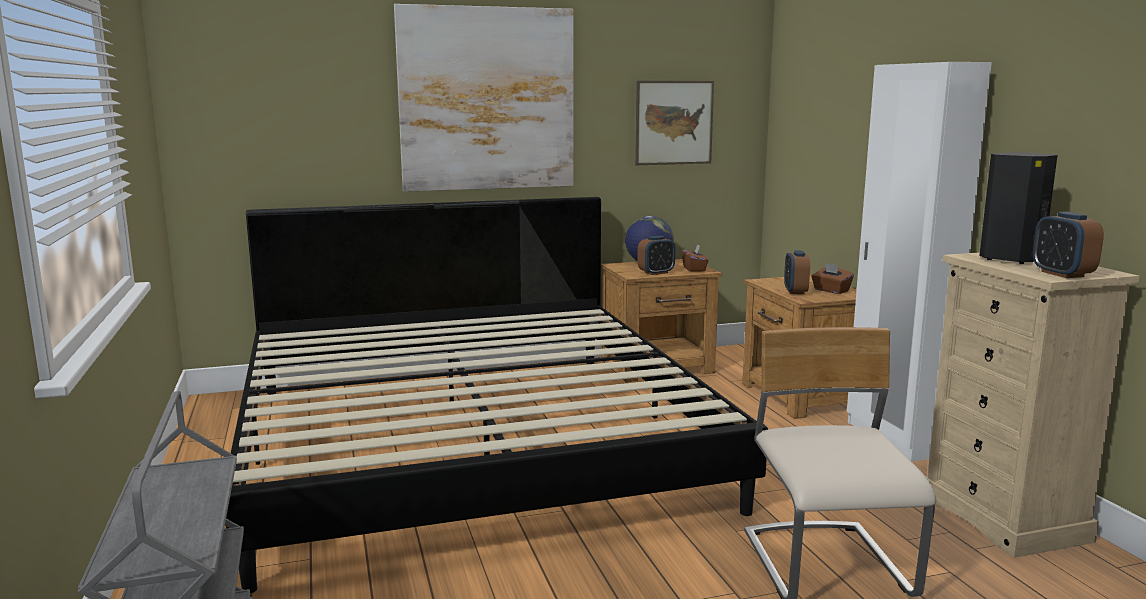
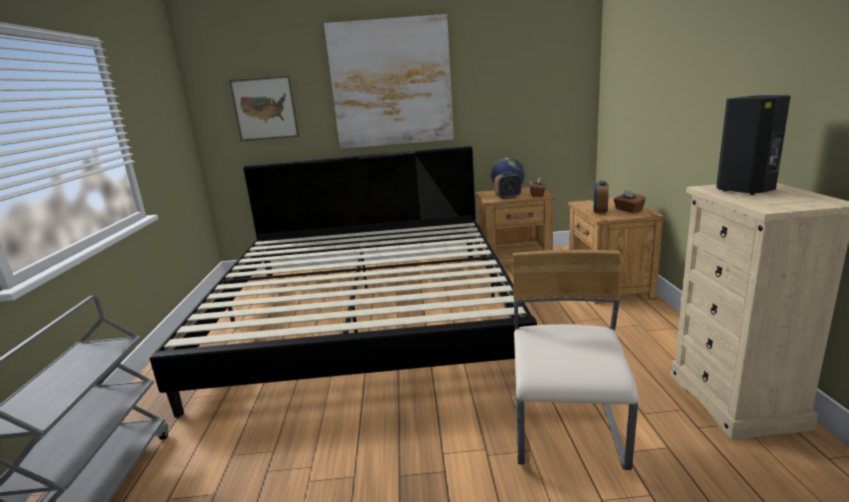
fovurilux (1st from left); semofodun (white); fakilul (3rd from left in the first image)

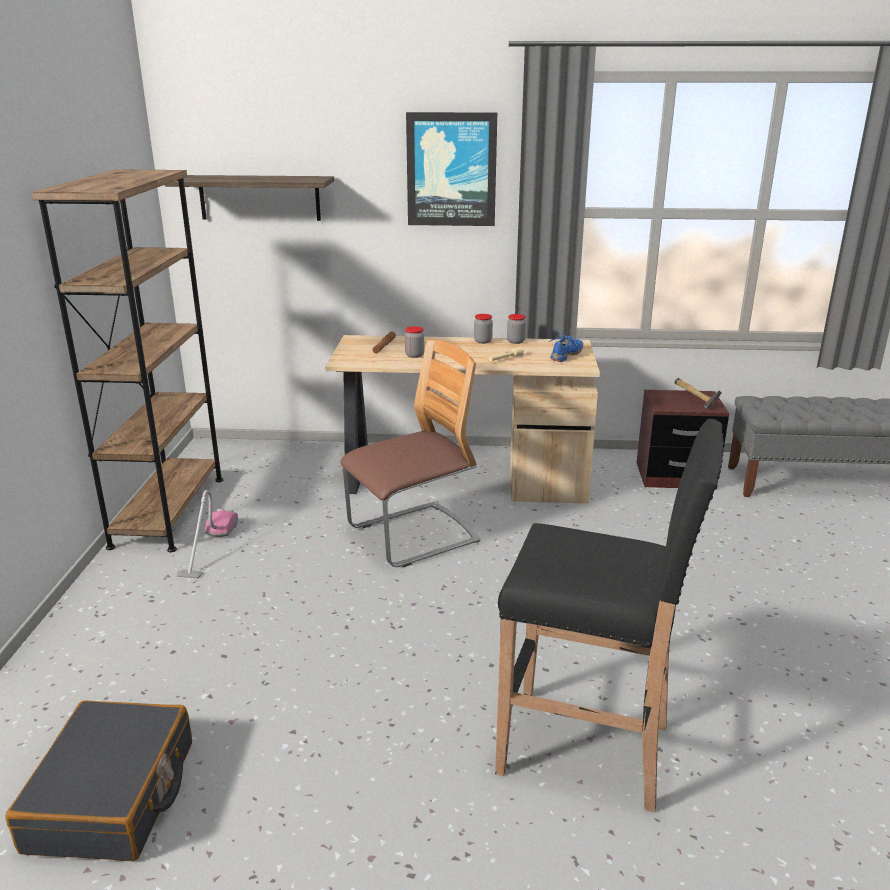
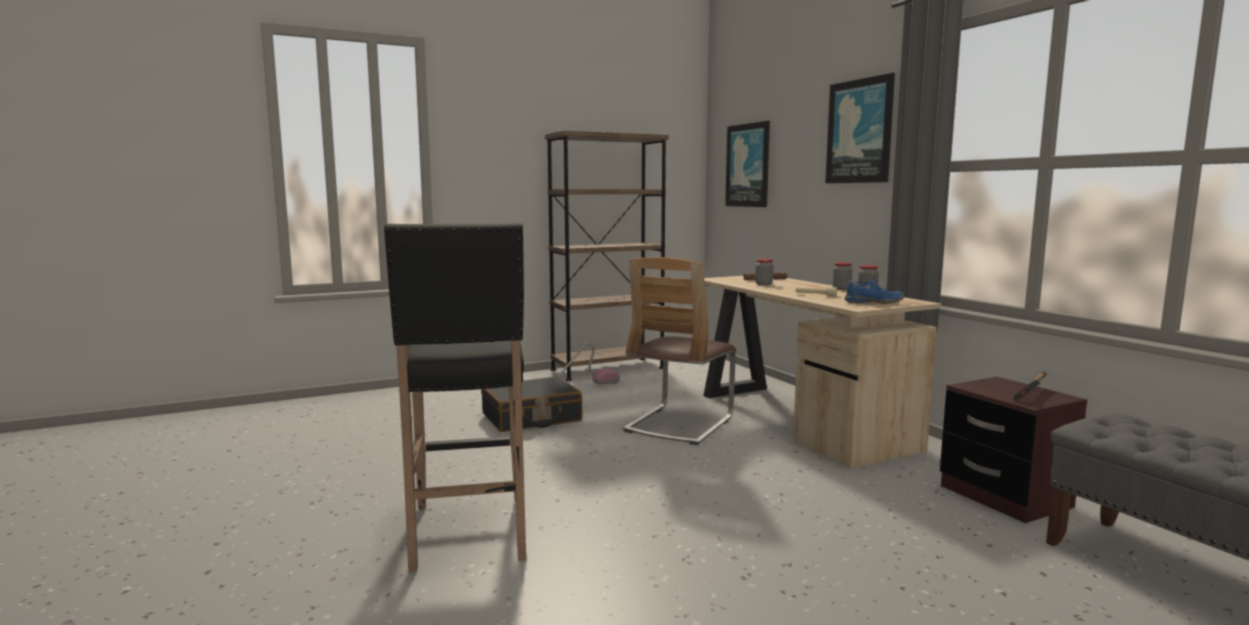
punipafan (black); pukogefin; fovurilux (1st from left)

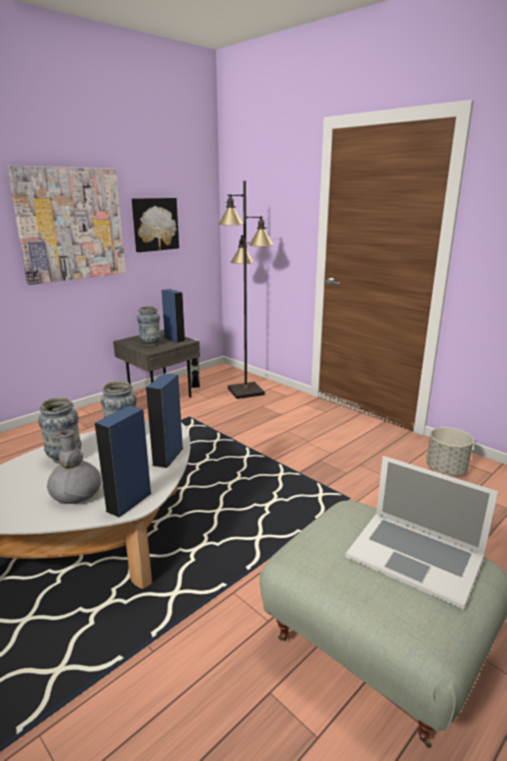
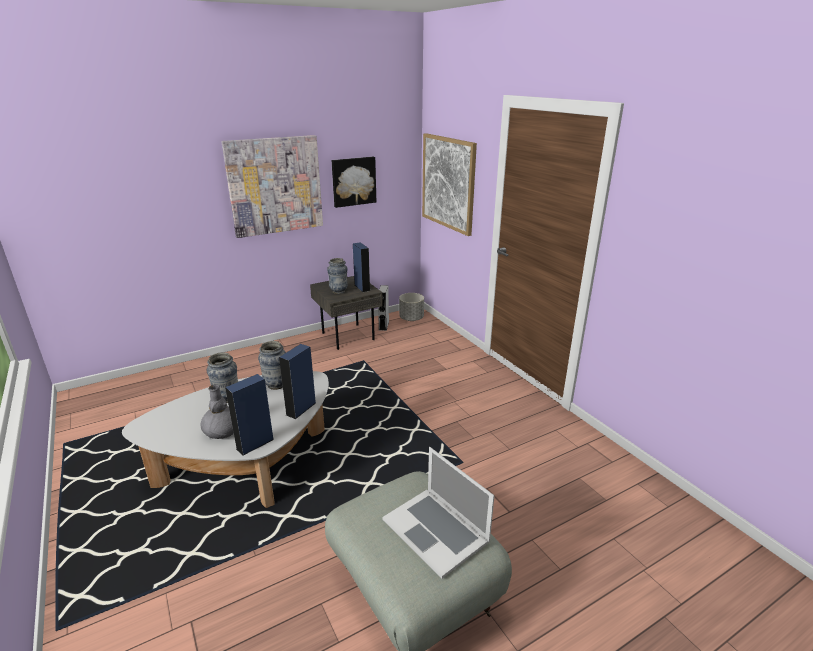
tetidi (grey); fovurilux (3rd from left); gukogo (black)

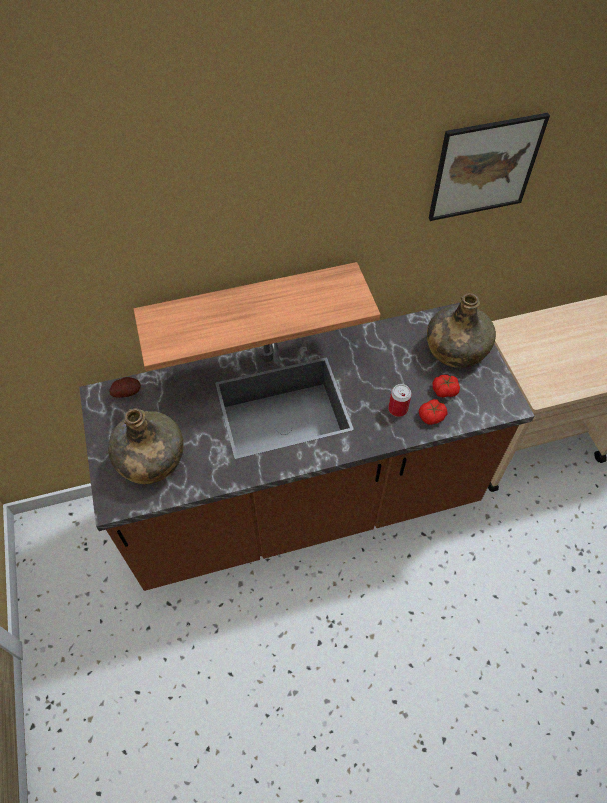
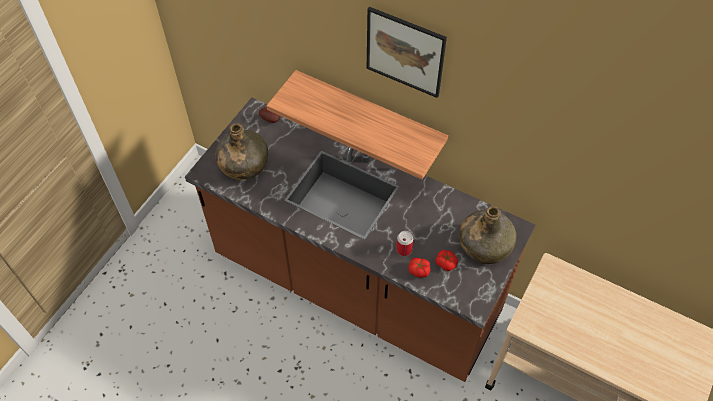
fovurilux

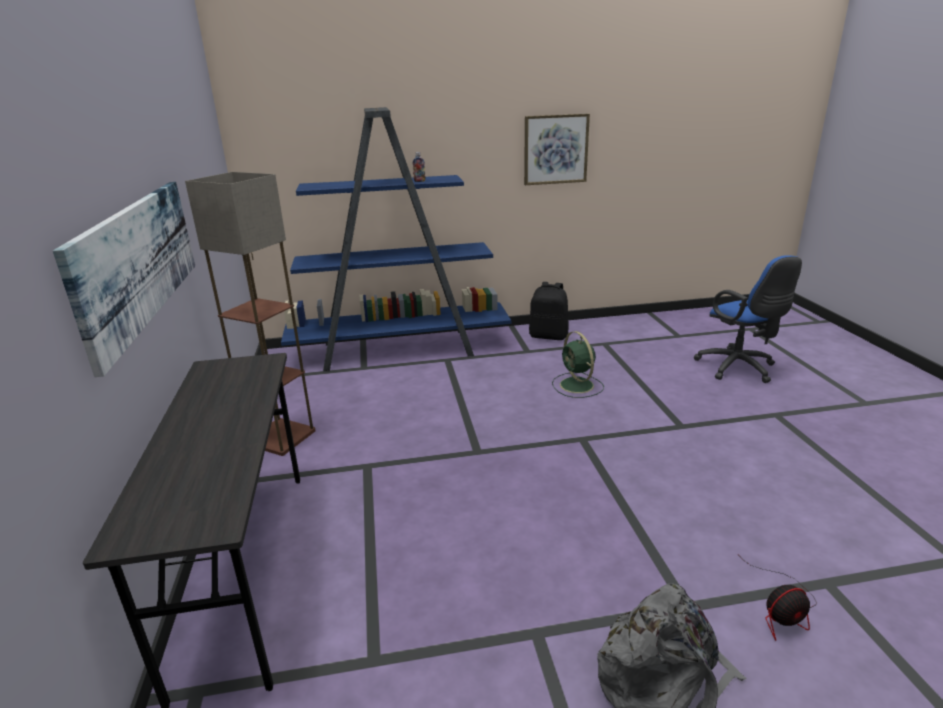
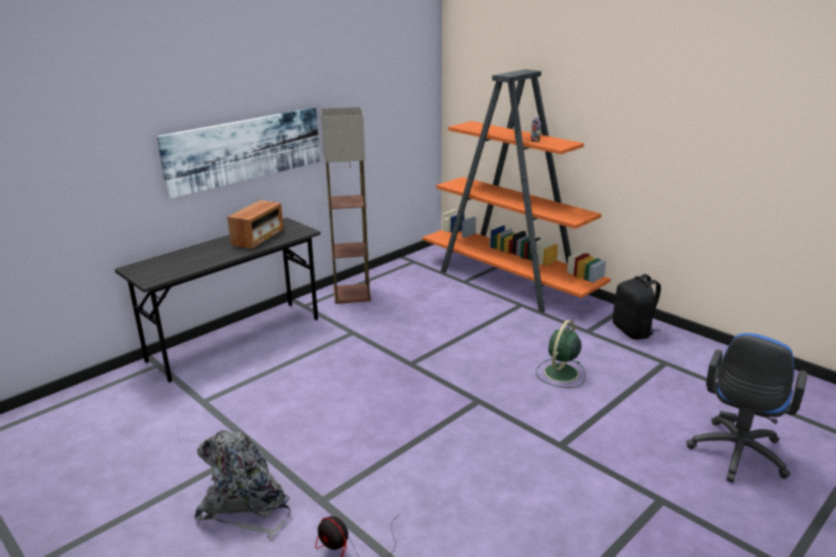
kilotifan; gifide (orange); fovurilux (2nd from left in the first image)

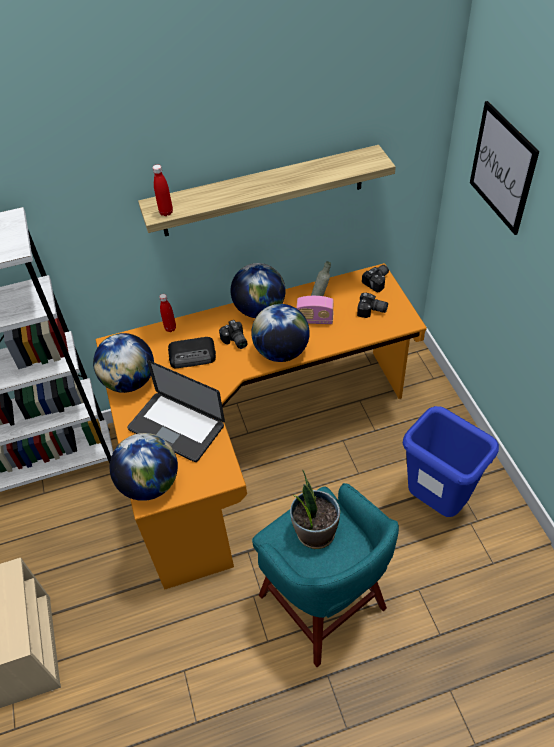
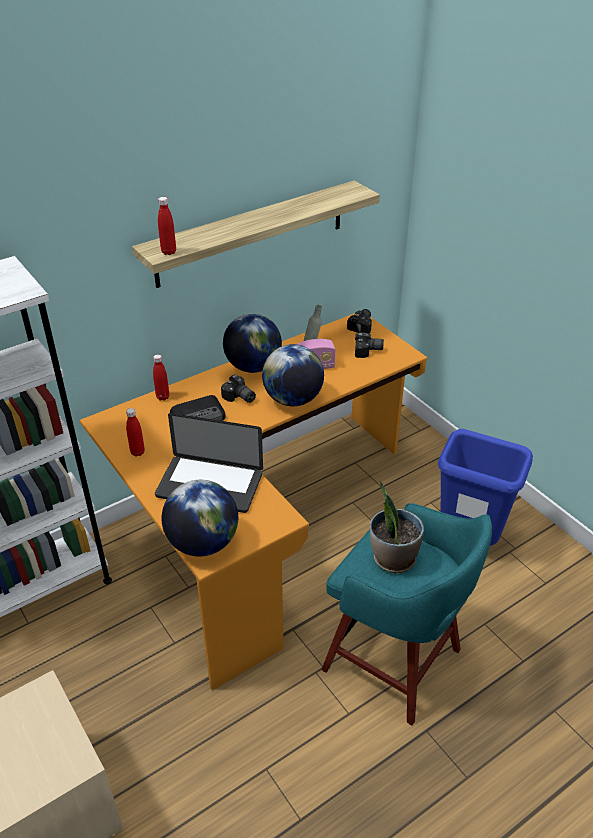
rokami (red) (1st from left); fovurilux

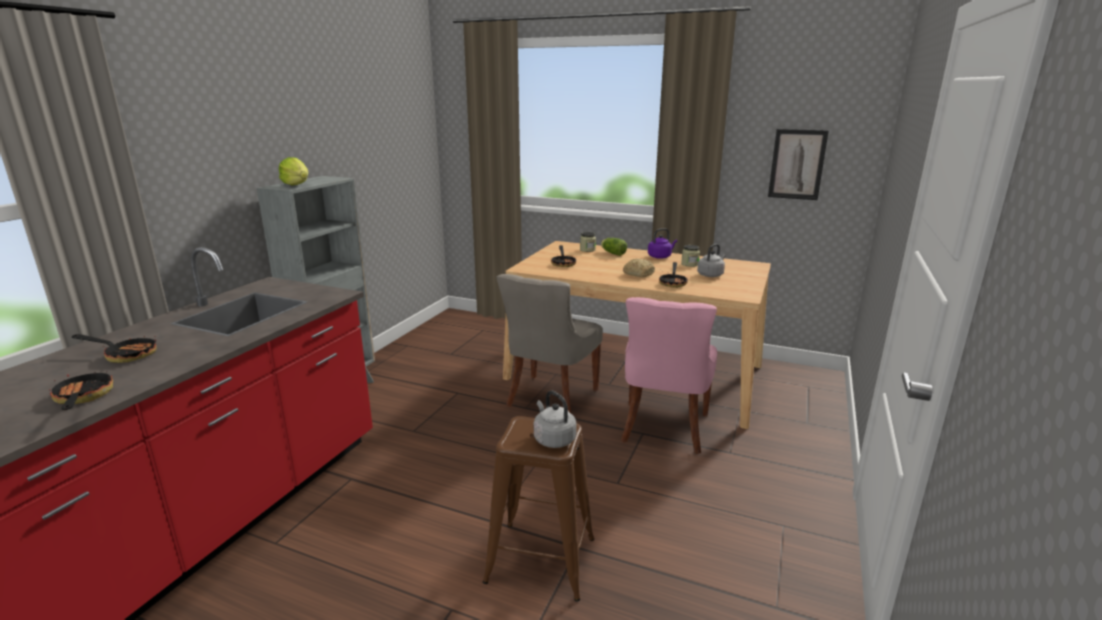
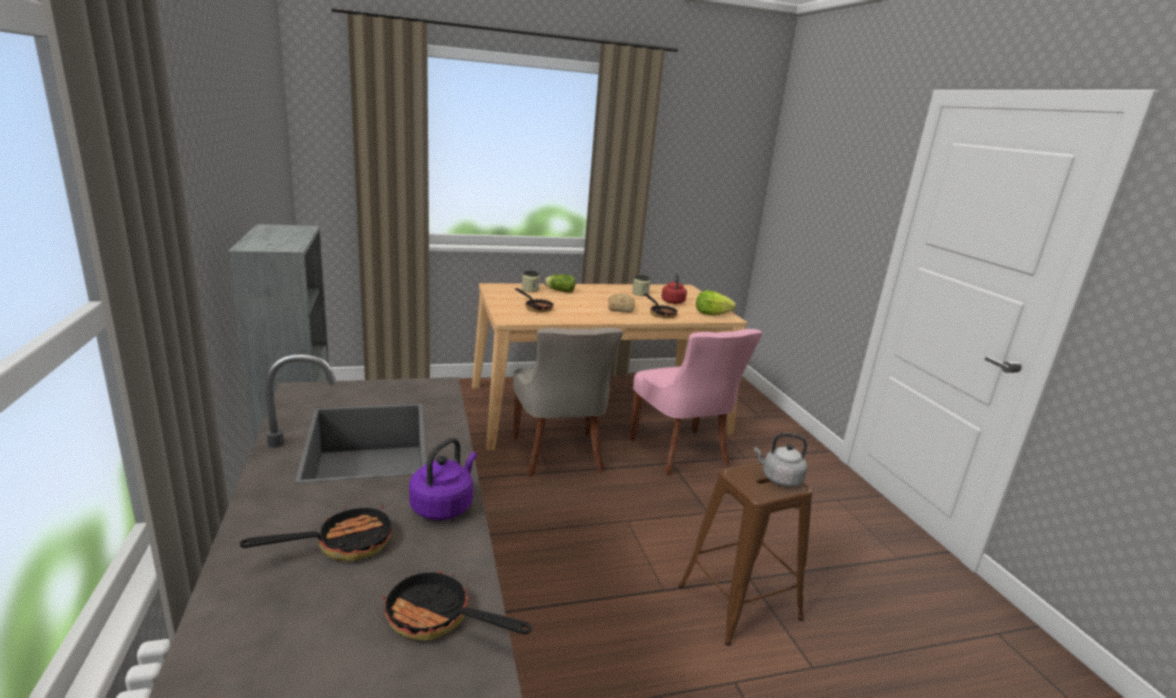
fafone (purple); fafone (red); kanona (2nd from left); fovurilux

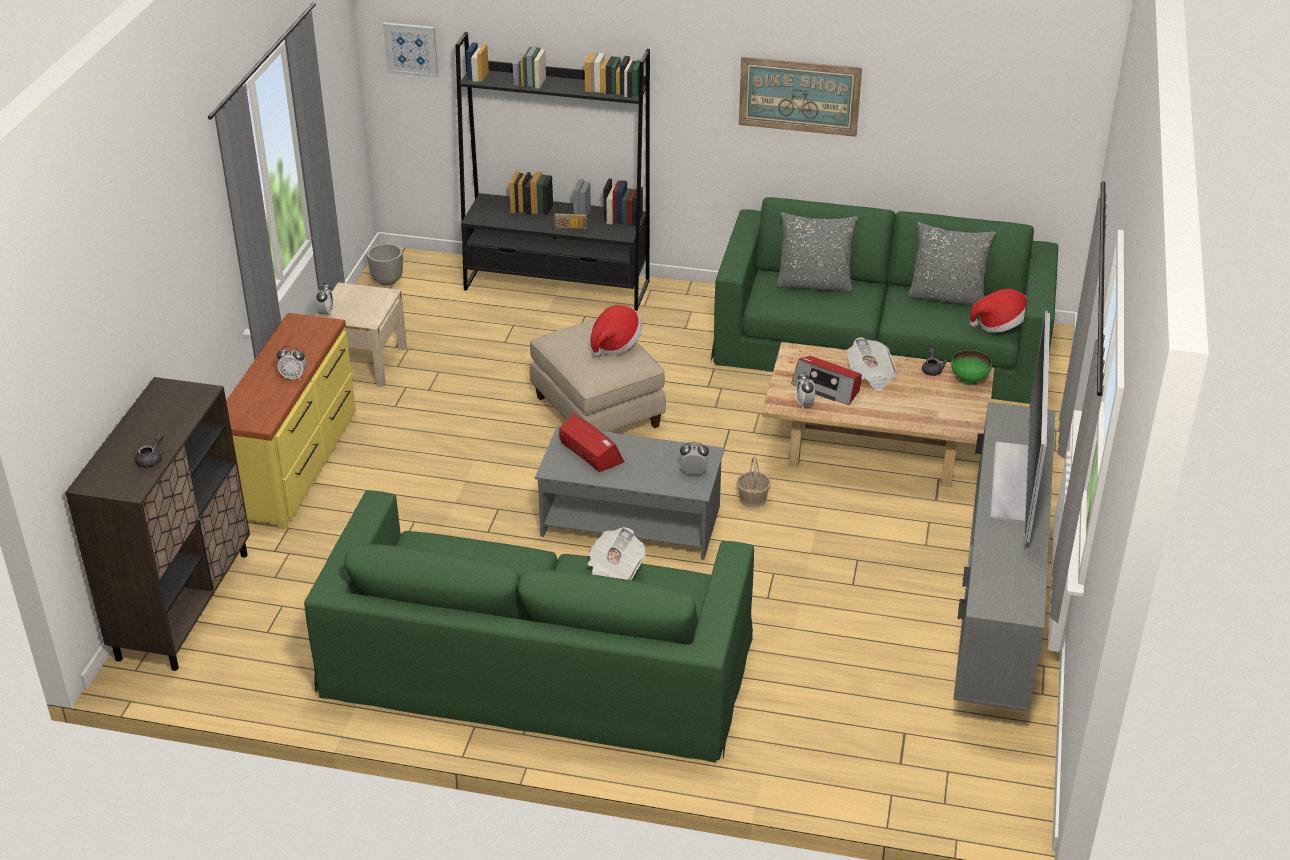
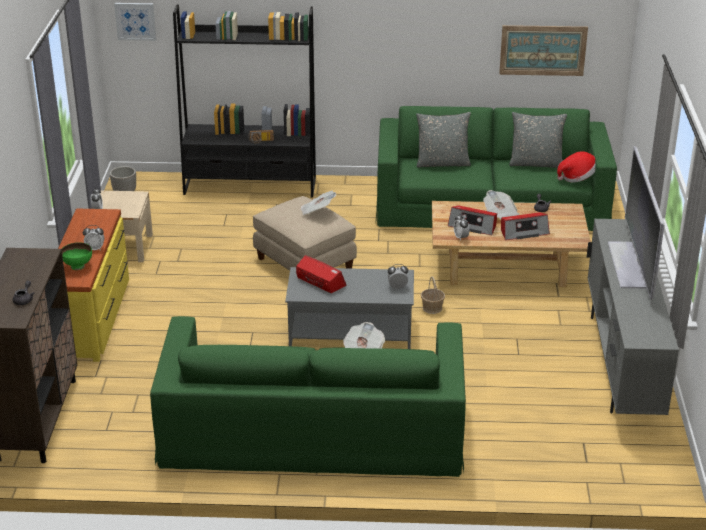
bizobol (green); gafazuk (1st from left); fovurilux (2nd from left); kilotifan (4th from left)

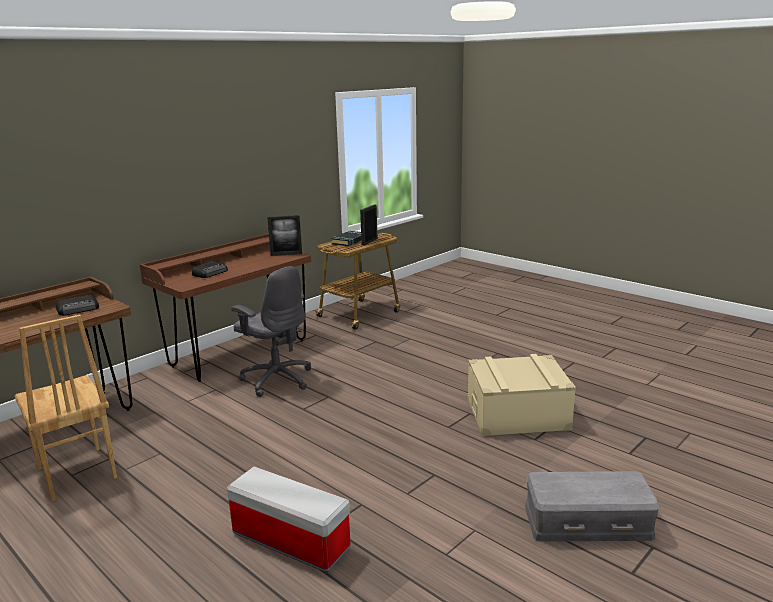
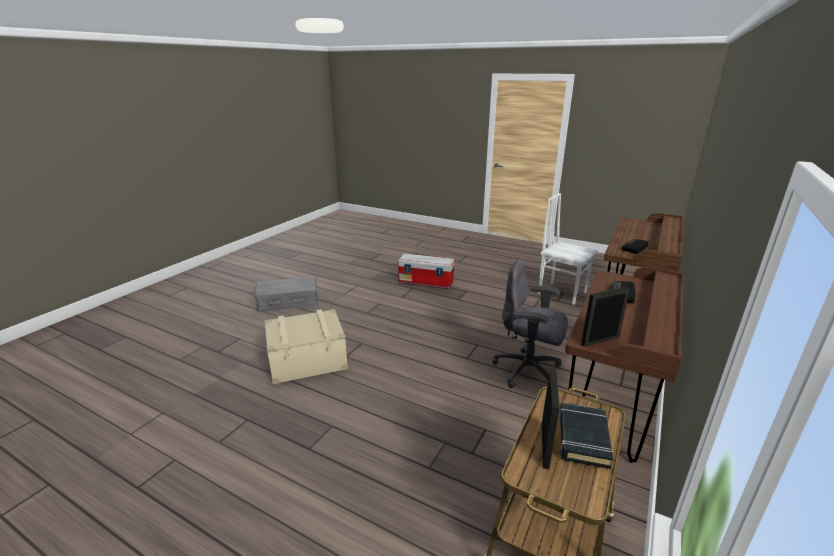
pukogefin (white)

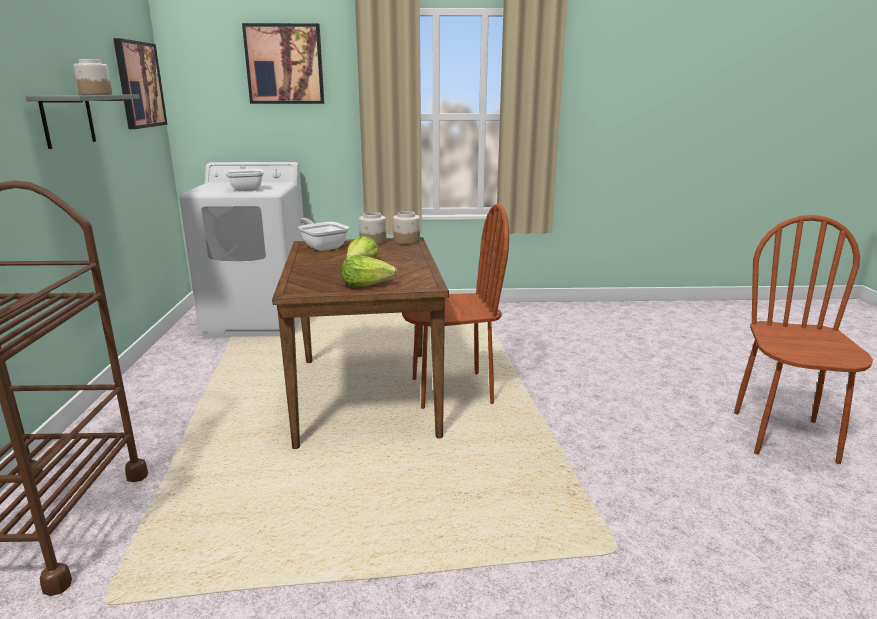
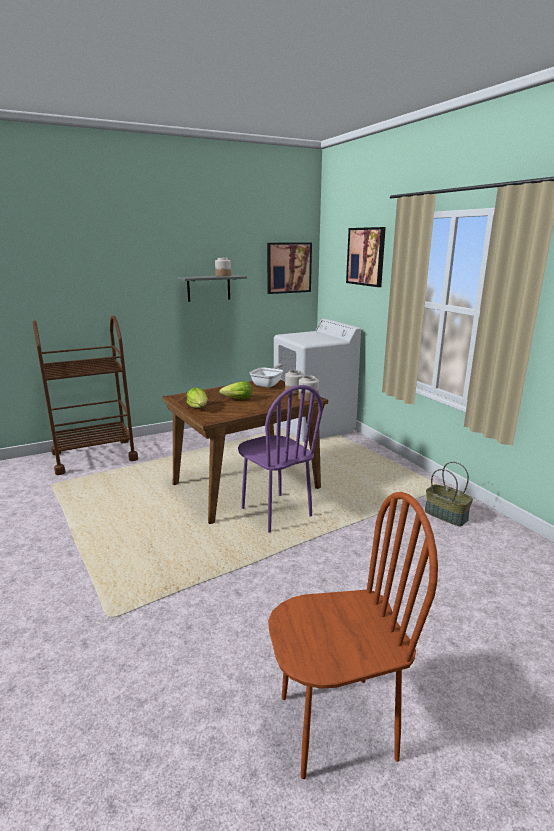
pukogefin (purple); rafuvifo; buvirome (1st from left in the first image)

